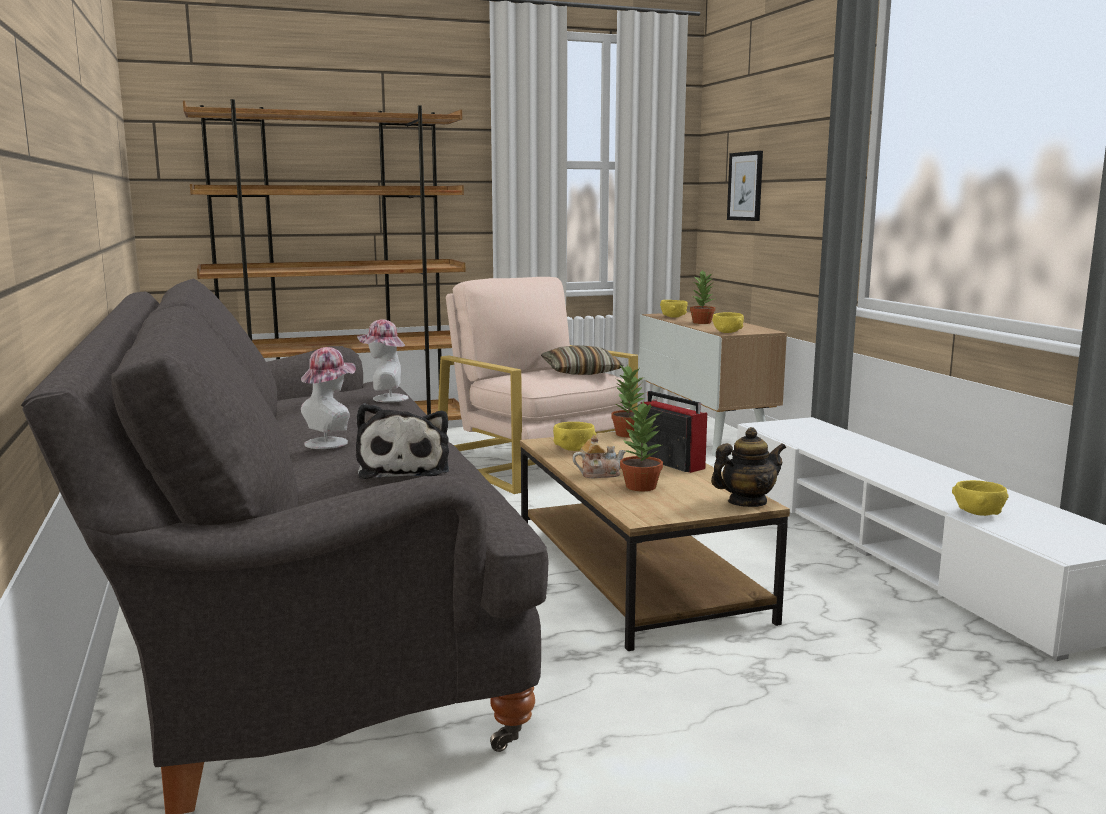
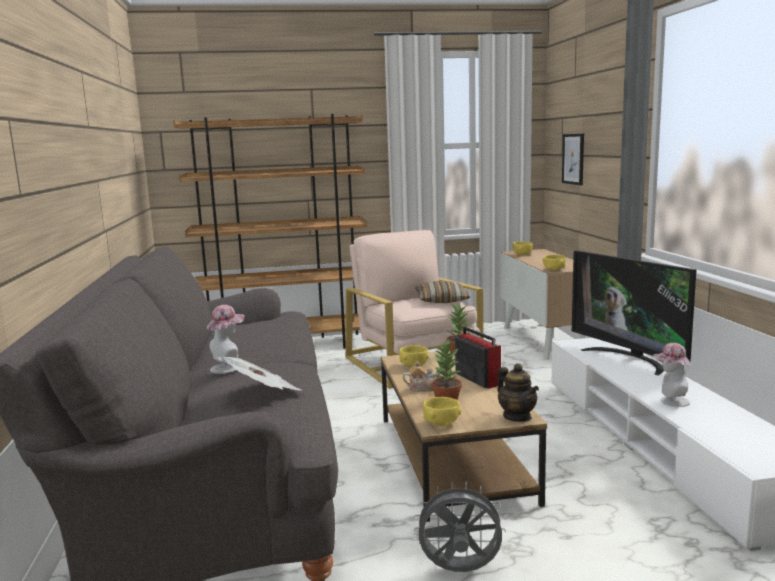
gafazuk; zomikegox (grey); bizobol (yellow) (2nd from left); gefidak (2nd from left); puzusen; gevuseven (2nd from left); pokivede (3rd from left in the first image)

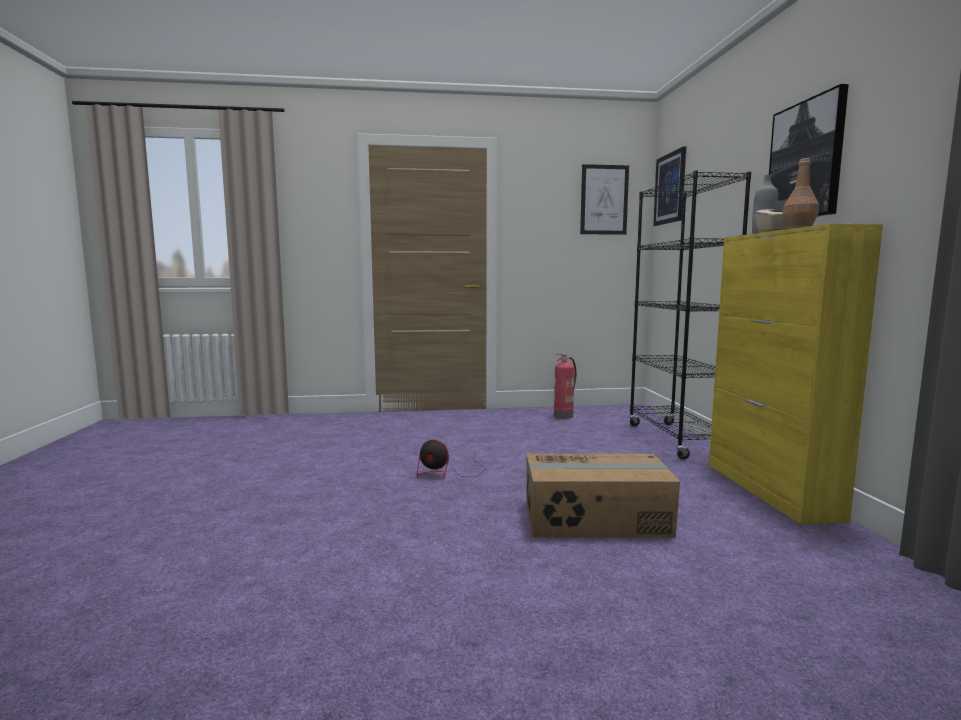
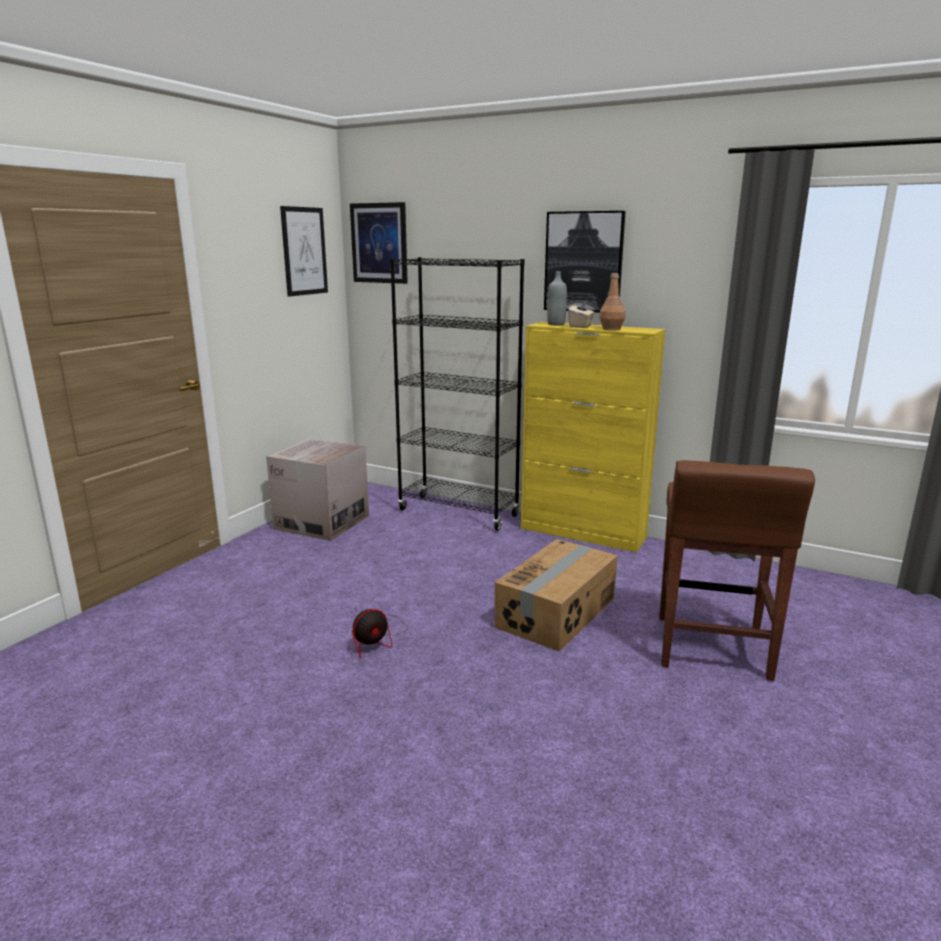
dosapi (1st from left); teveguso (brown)

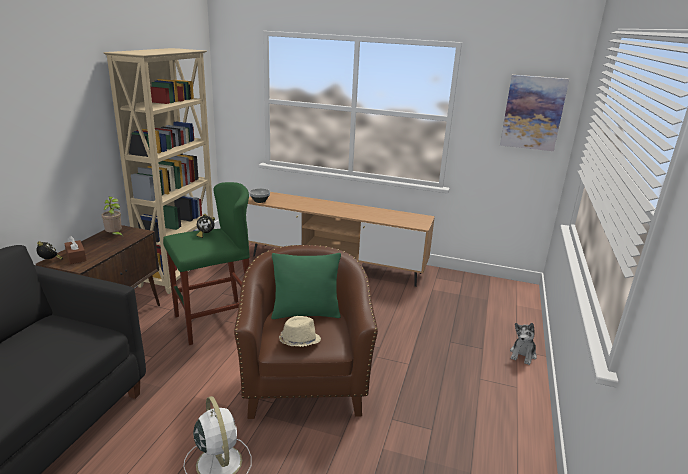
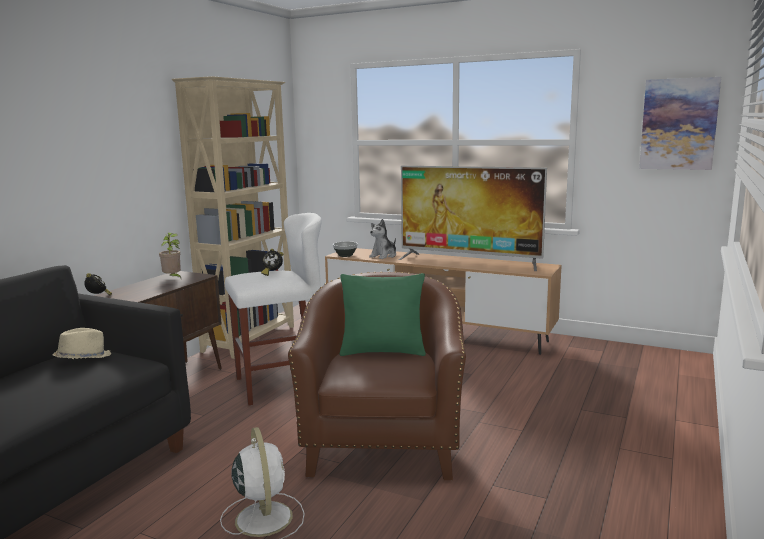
gevuseven (beige); teveguso (white); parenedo; puzusen; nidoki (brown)

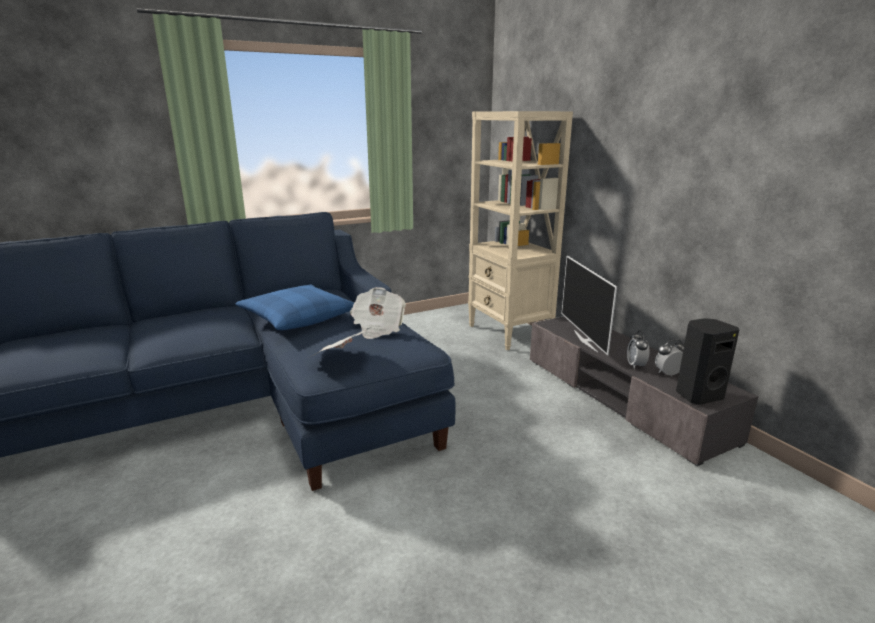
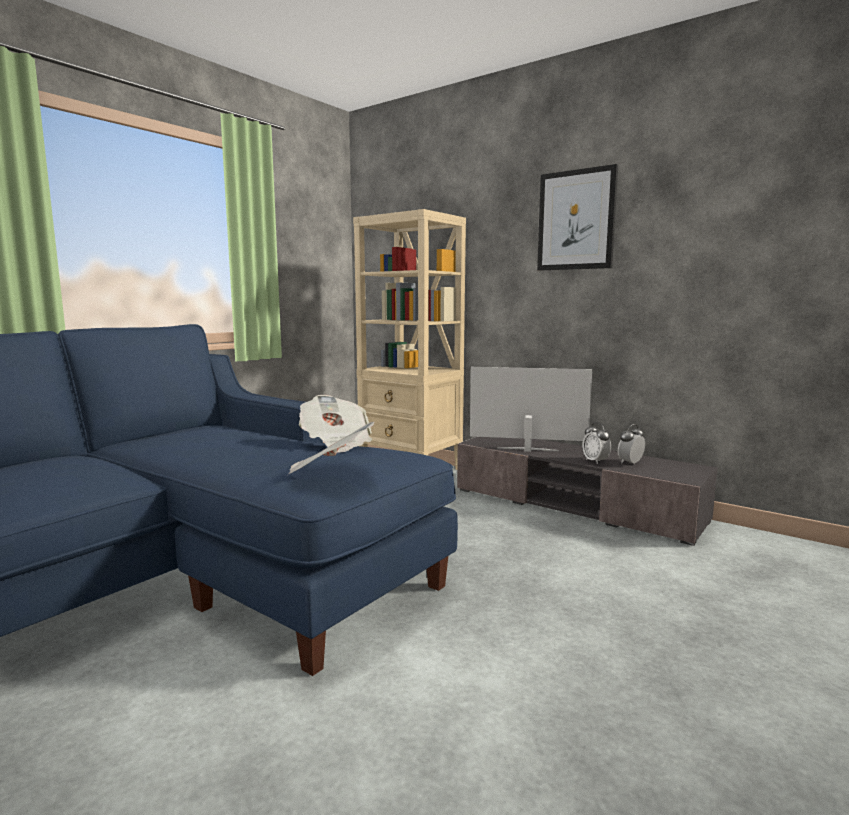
puzusen; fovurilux; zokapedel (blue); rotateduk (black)

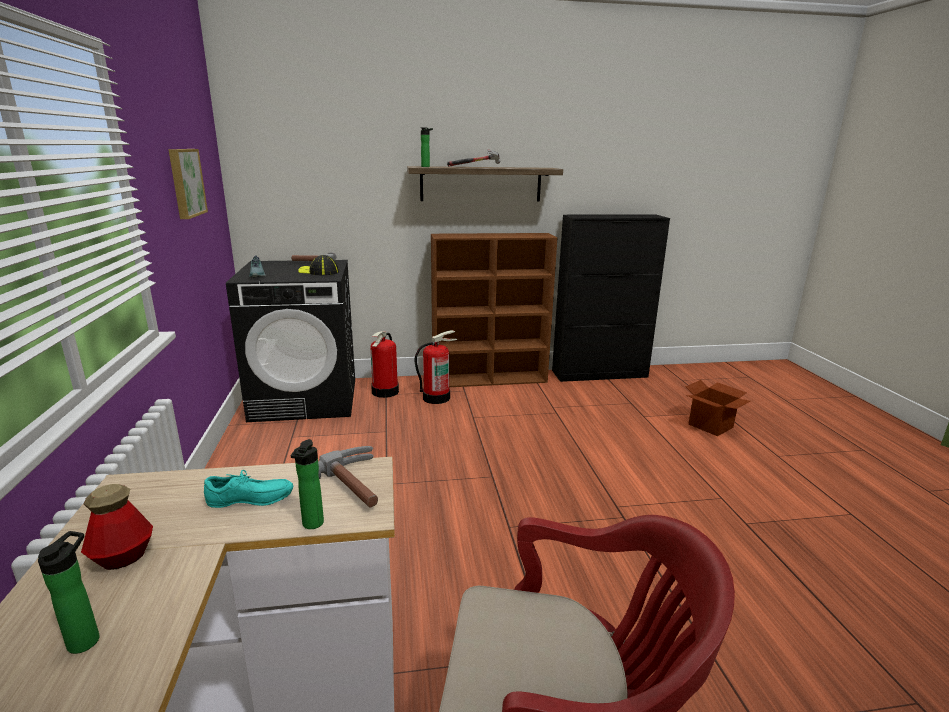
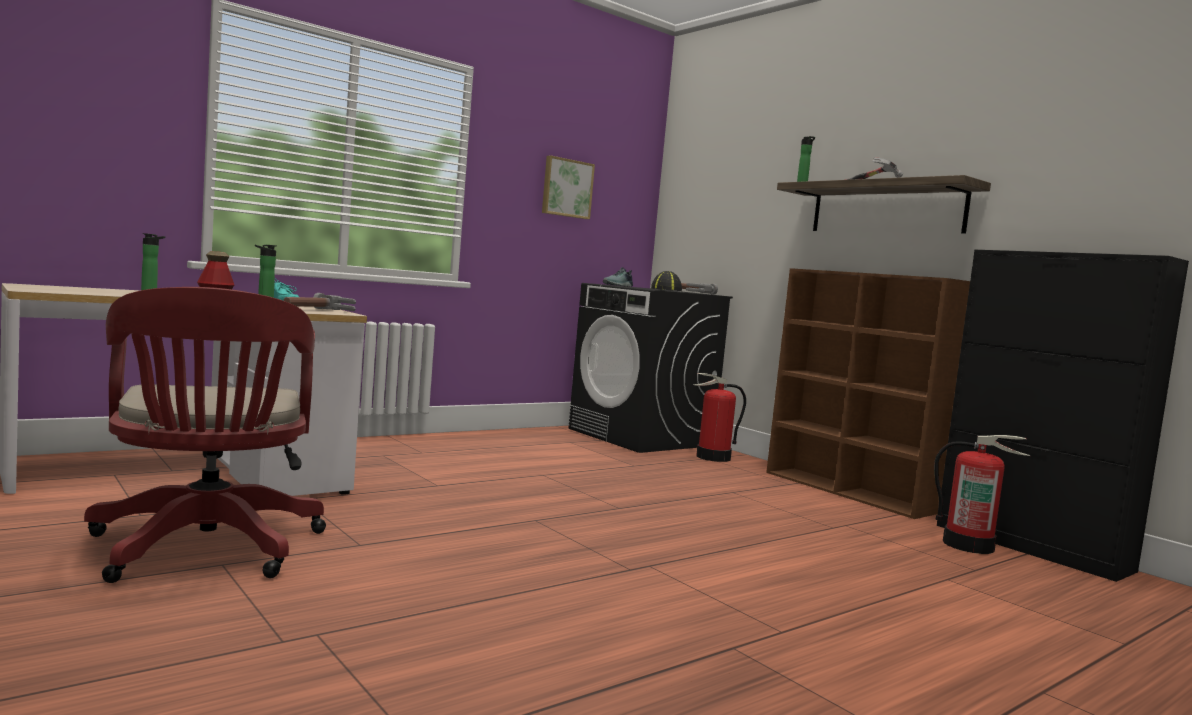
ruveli (2nd from left); dosapi

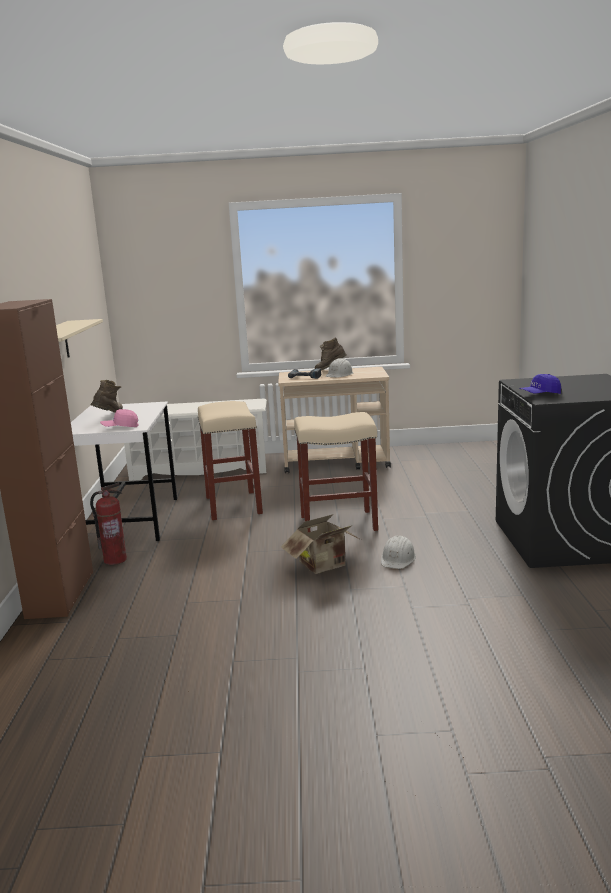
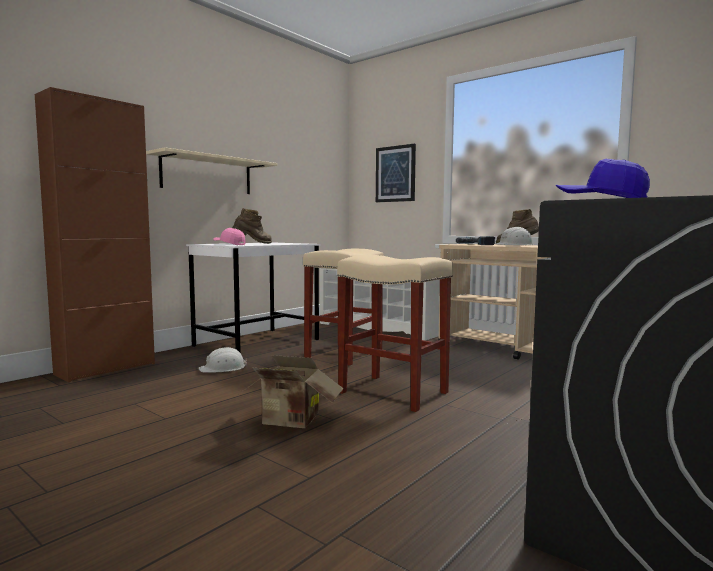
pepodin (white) (1st from left); fovurilux; ruveli

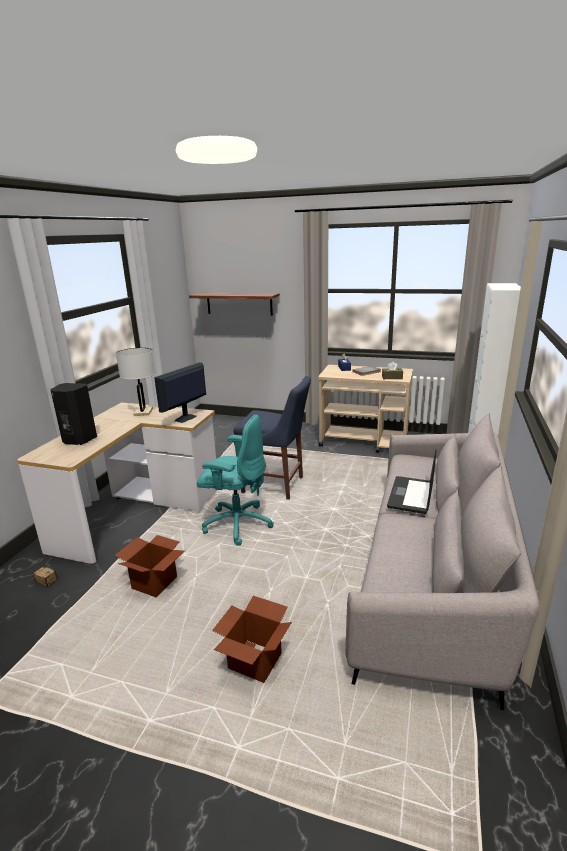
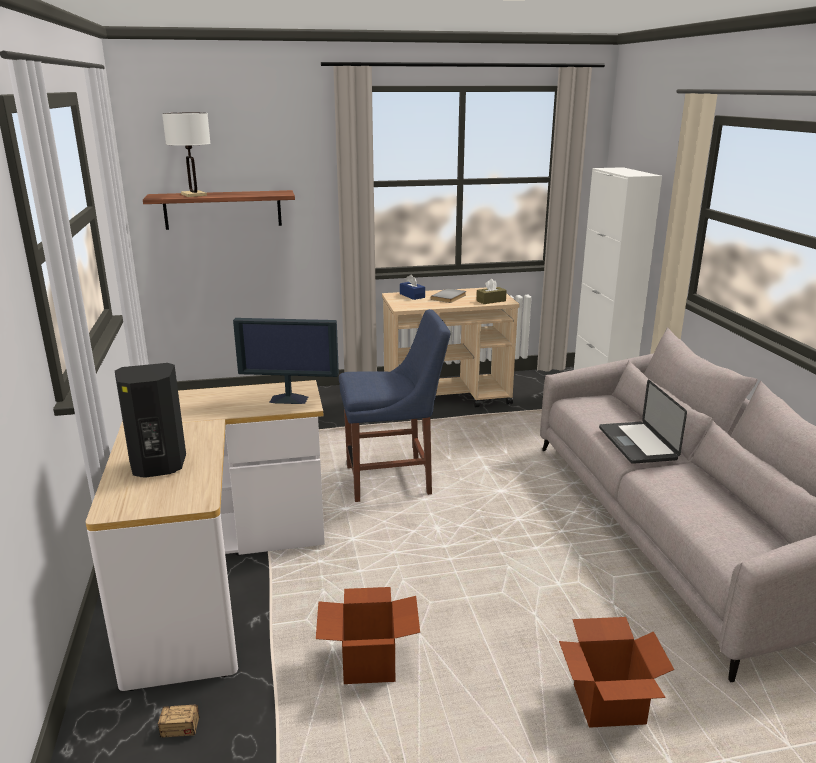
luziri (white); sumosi; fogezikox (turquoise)

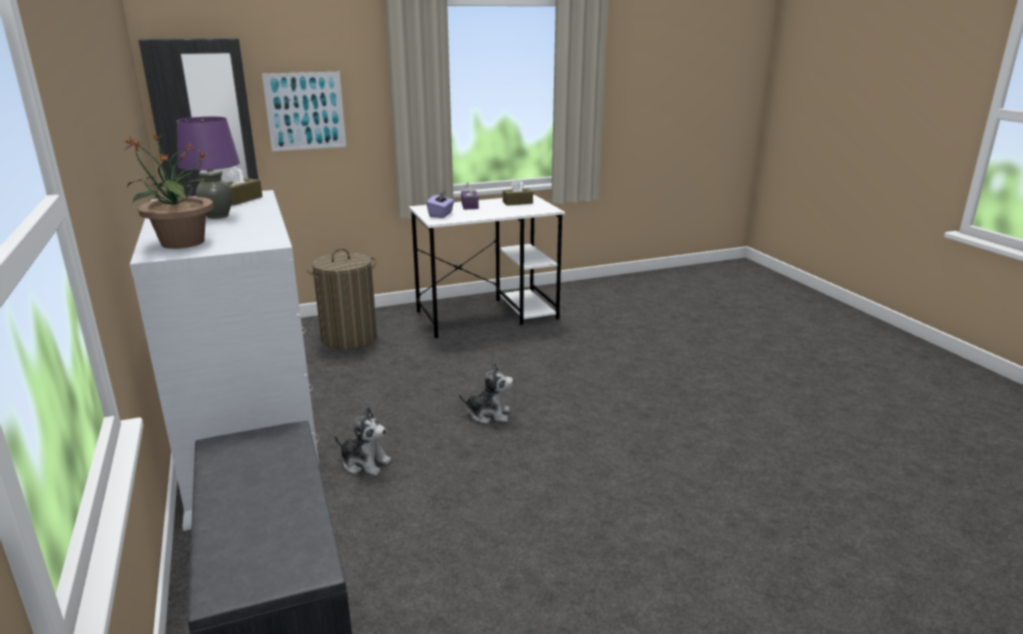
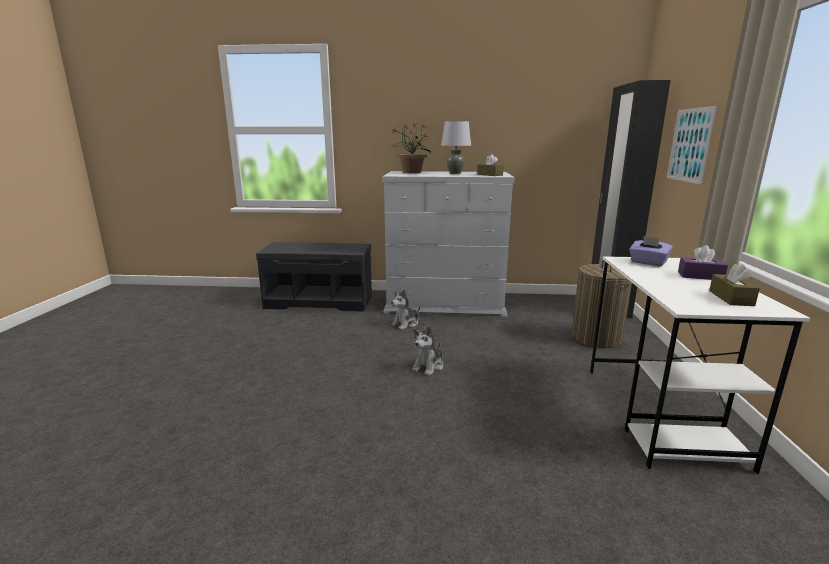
luziri (grey)

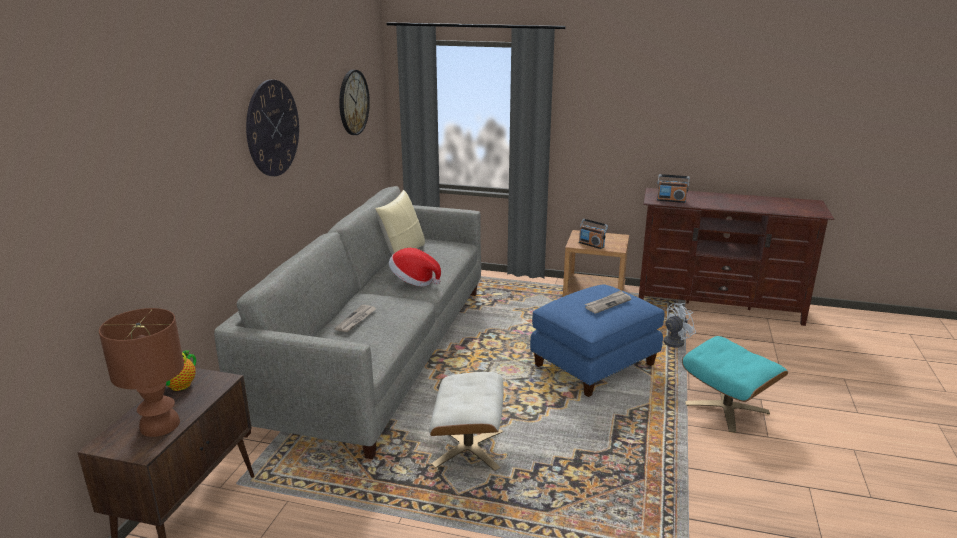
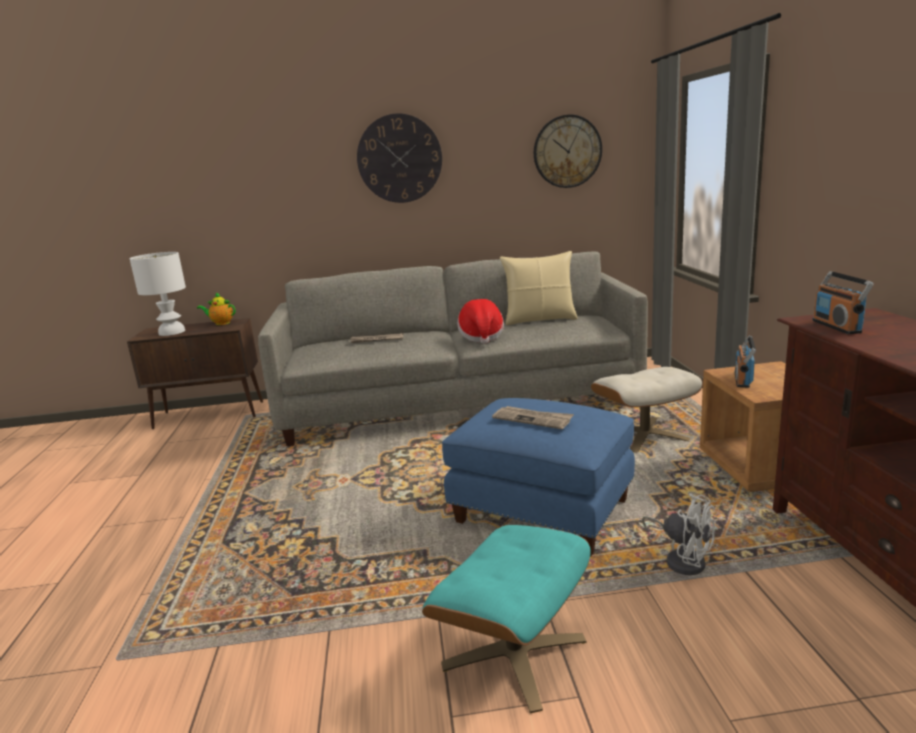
luziri (white); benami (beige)

